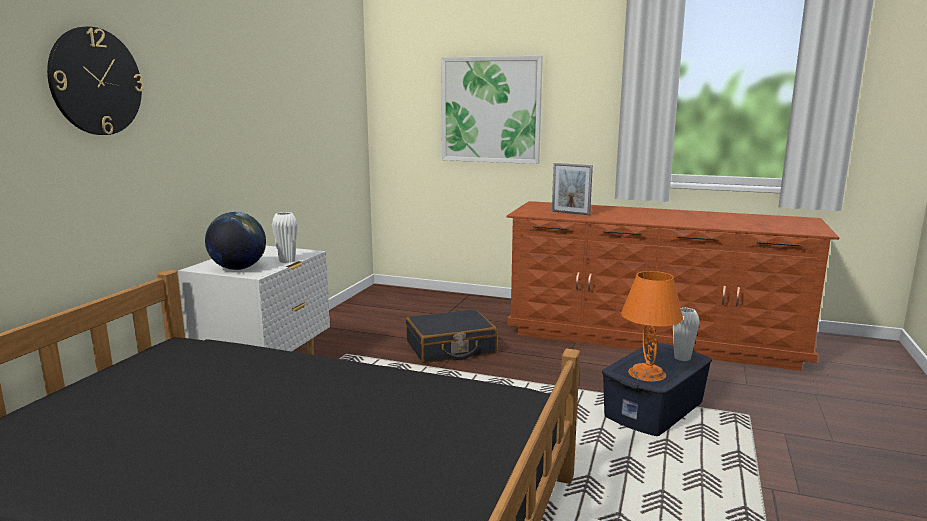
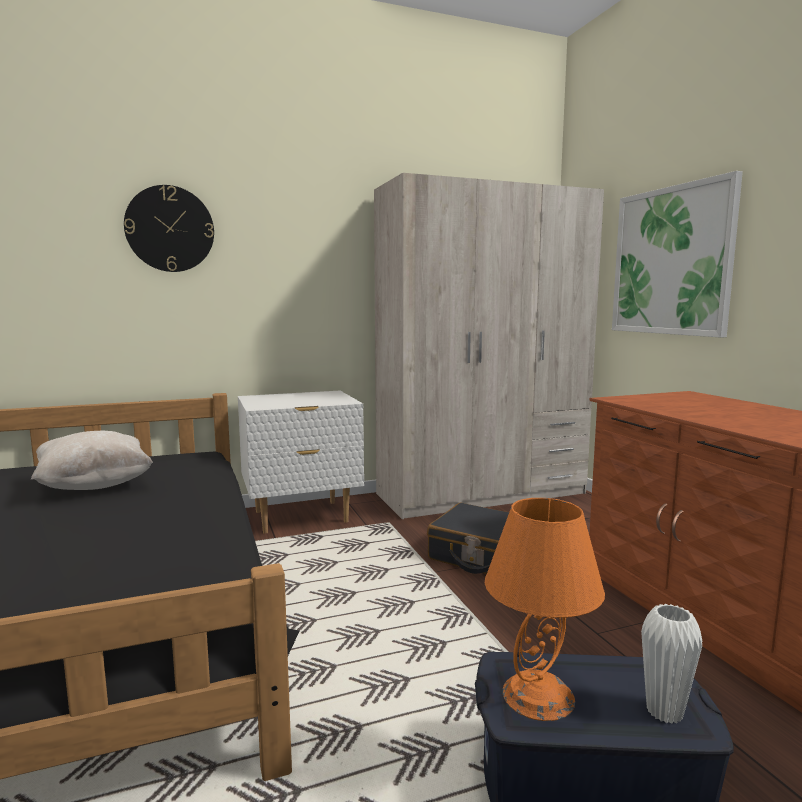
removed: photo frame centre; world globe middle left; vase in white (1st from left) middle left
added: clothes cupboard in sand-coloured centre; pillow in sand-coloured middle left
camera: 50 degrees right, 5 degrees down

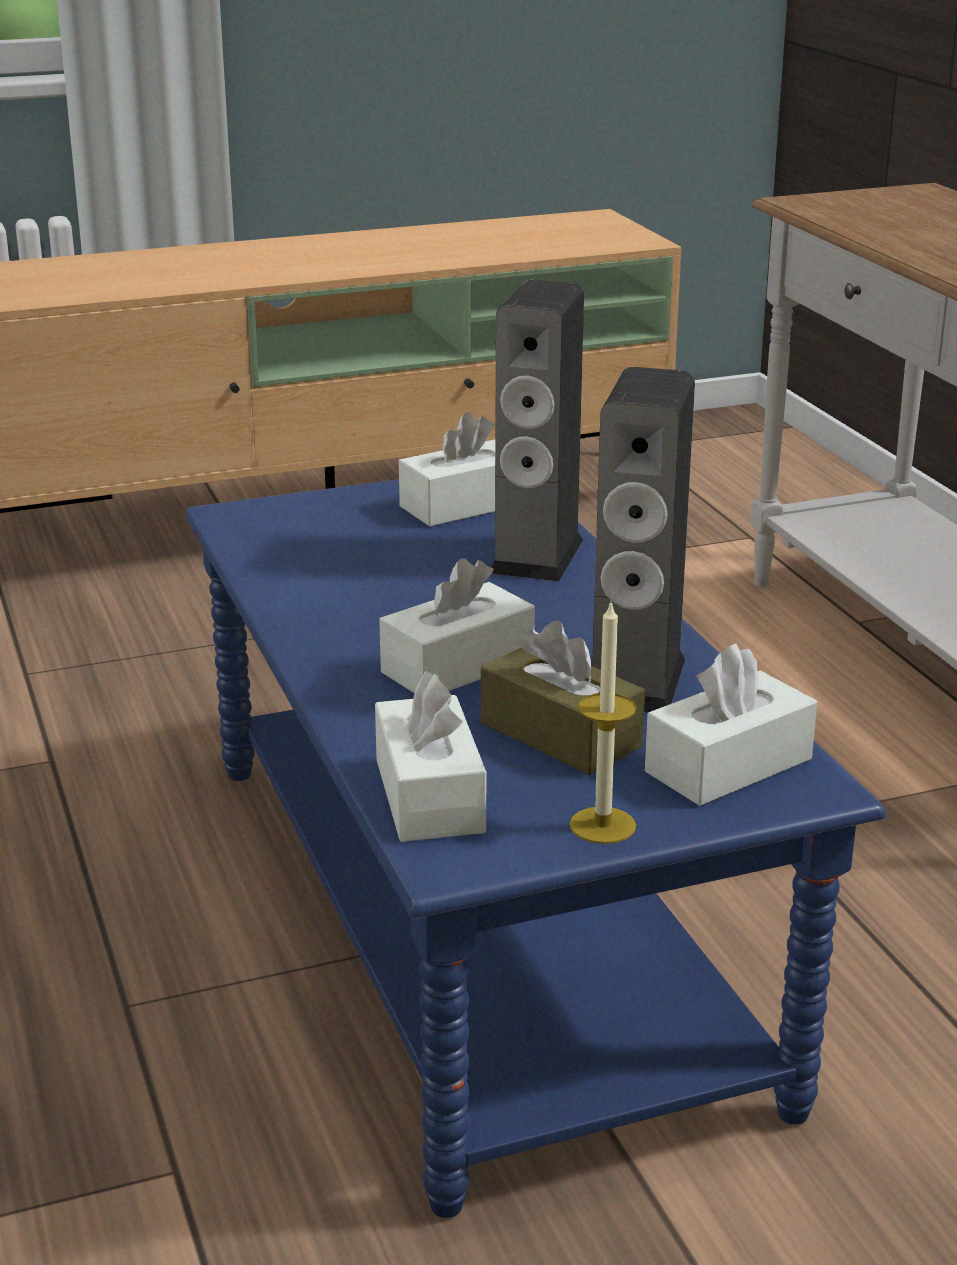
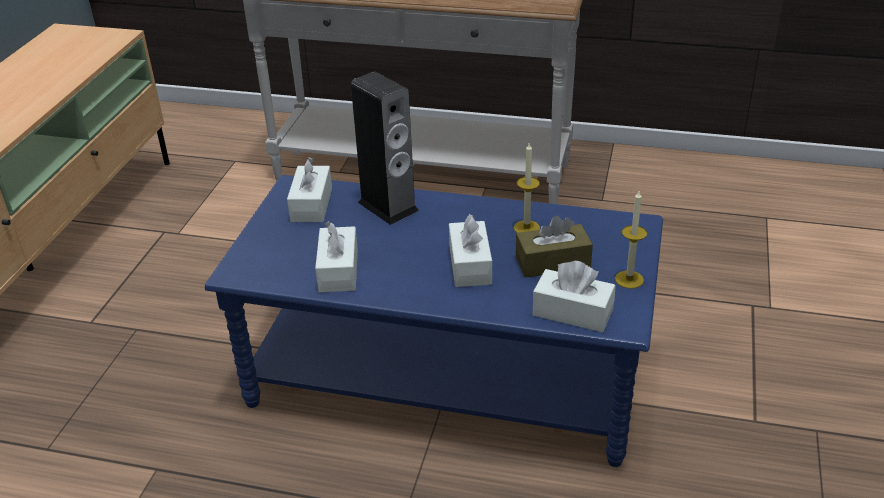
moved: box of tissues in white (4th from left in the first image) middle right to box of tissues in white (2nd from left) centre
replaced: audio speaker (2nd from left) middle right to wax candle (1st from left) centre
camera: 55 degrees left, 10 degrees up

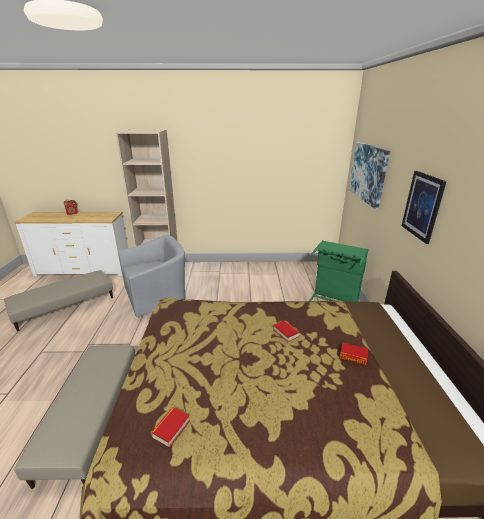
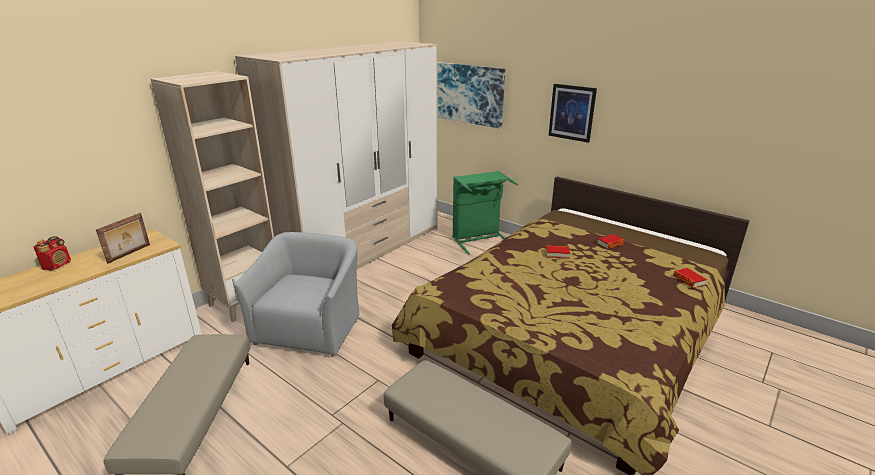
added: clothes cupboard top centre; photo frame middle left
moved: volume (1st from left in the first image) bottom centre to volume (3rd from left) middle right
camera: 50 degrees left, 0 degrees up

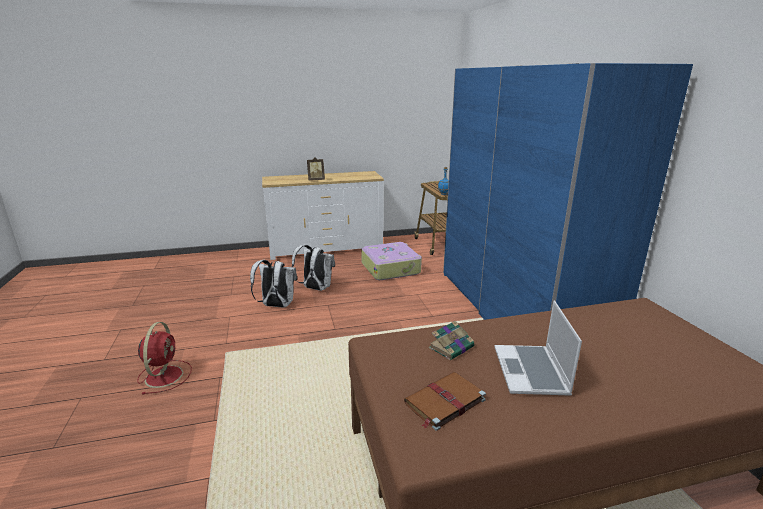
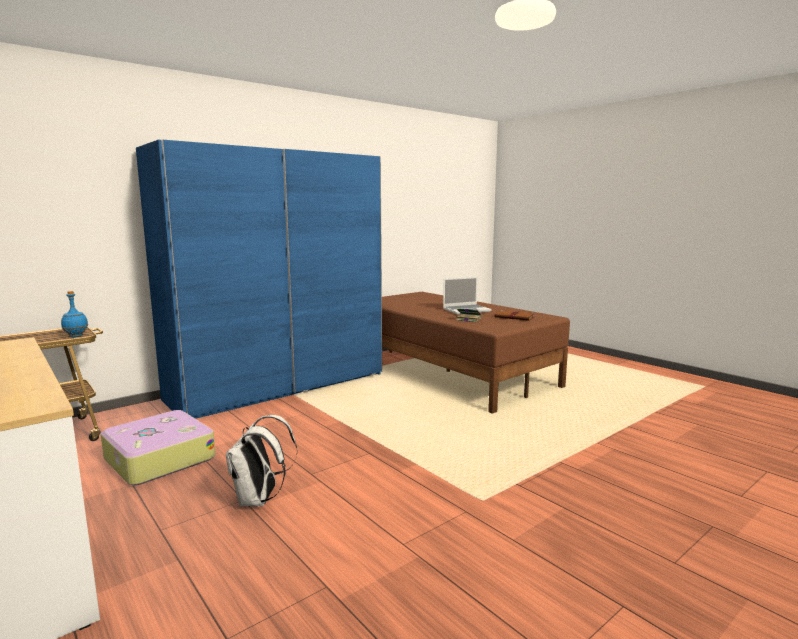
removed: photo frame top centre; knapsack in white (1st from left) centre; cooling fan in red bottom left
camera: 115 degrees left, 10 degrees down

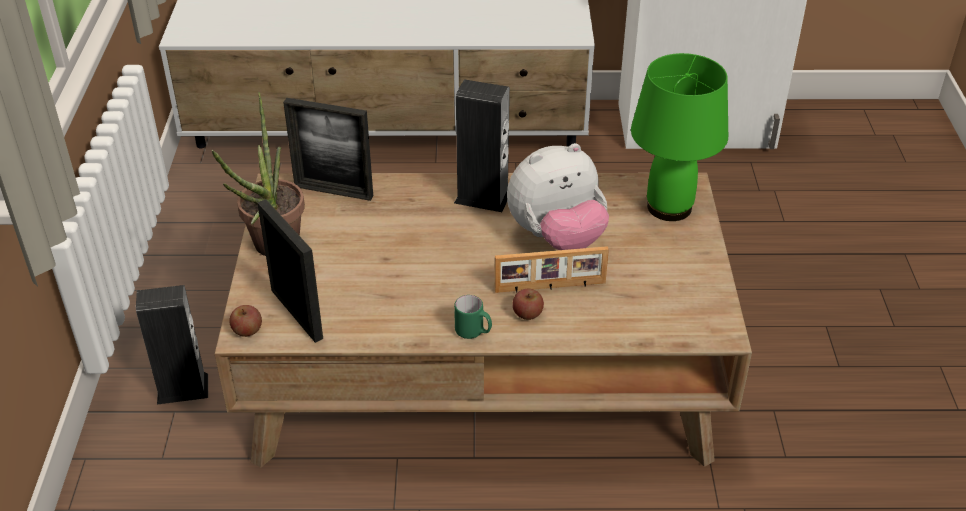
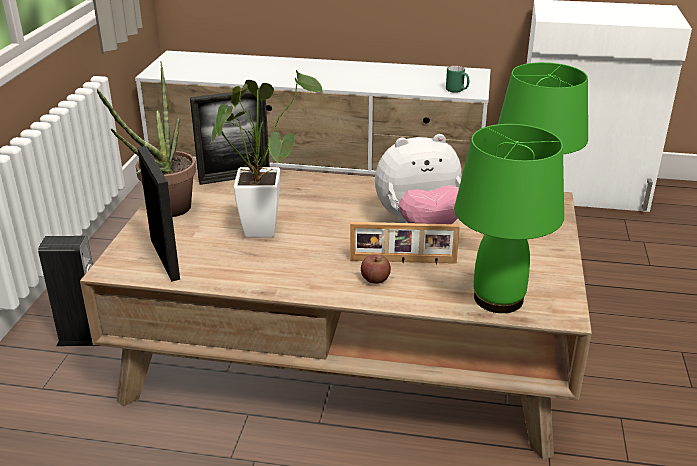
removed: audio speaker (2nd from left) top centre; whole apple (1st from left) middle left
added: potted plant (2nd from left) top centre; table lamp in green-coloured (1st from left) middle right
moved: coffee mug in green-coloured centre to top centre
turned: photo frame (2nd from left) top centre = top left 45 degrees counterclockwise
camera: 10 degrees right, 10 degrees down

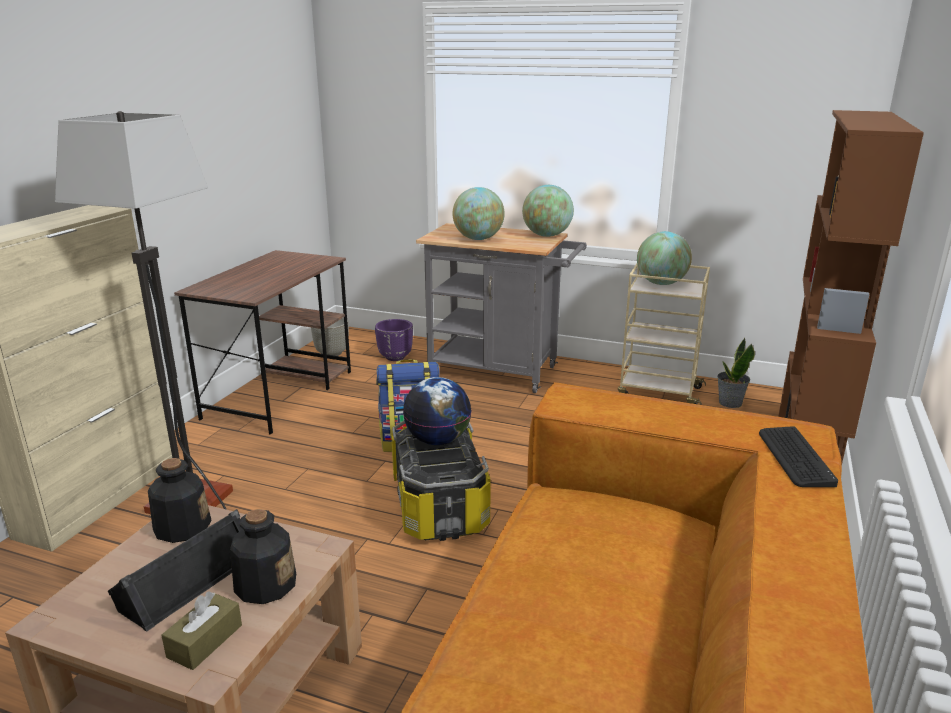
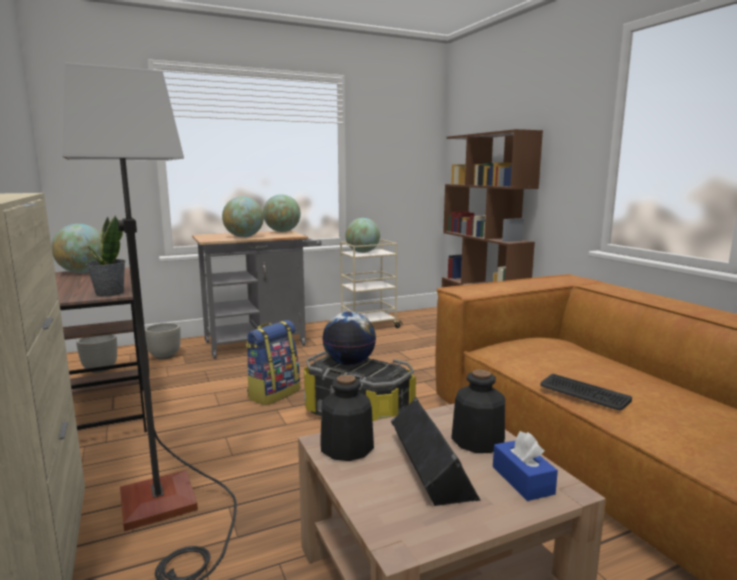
added: world globe (1st from left) middle left
moved: potted plant middle right to middle left; keyboard middle right to bottom right
recoloured: flower pot in purple-coloured centre to flower pot in greyish (2nd from left) middle left; box of tissues in brown-coloured bottom left to box of tissues in bluish bottom right
camera: 45 degrees left, 10 degrees down

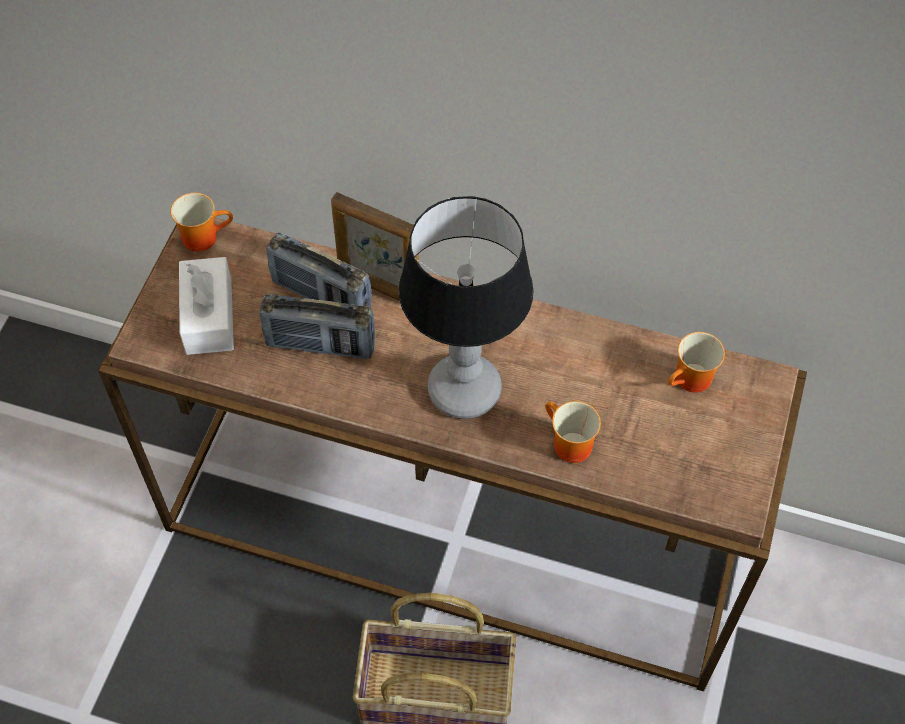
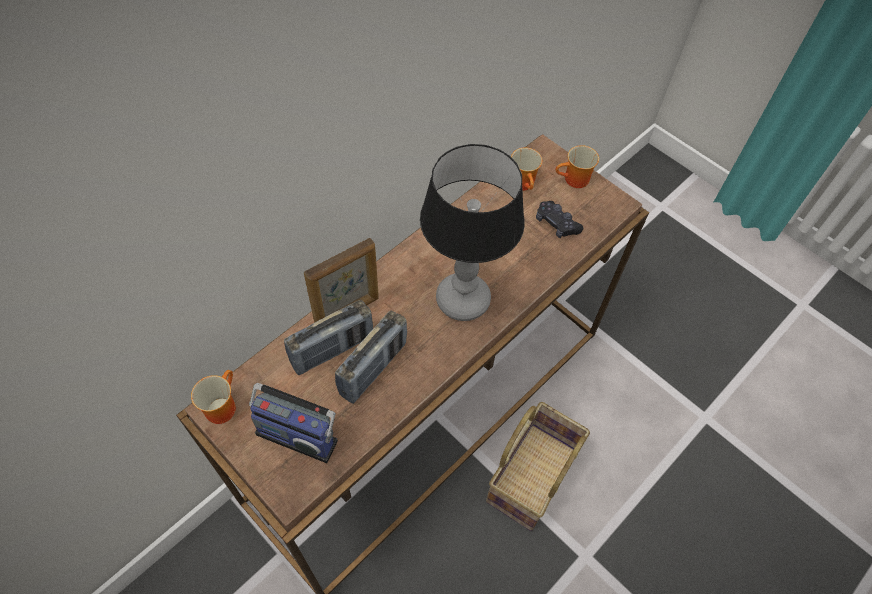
added: game controller in black-coloured centre
moved: coffee mug (2nd from left in the first image) centre to coffee mug (3rd from left) top centre
replaced: box of tissues in white middle left to radio set (1st from left) bottom centre
camera: 65 degrees left, 0 degrees up

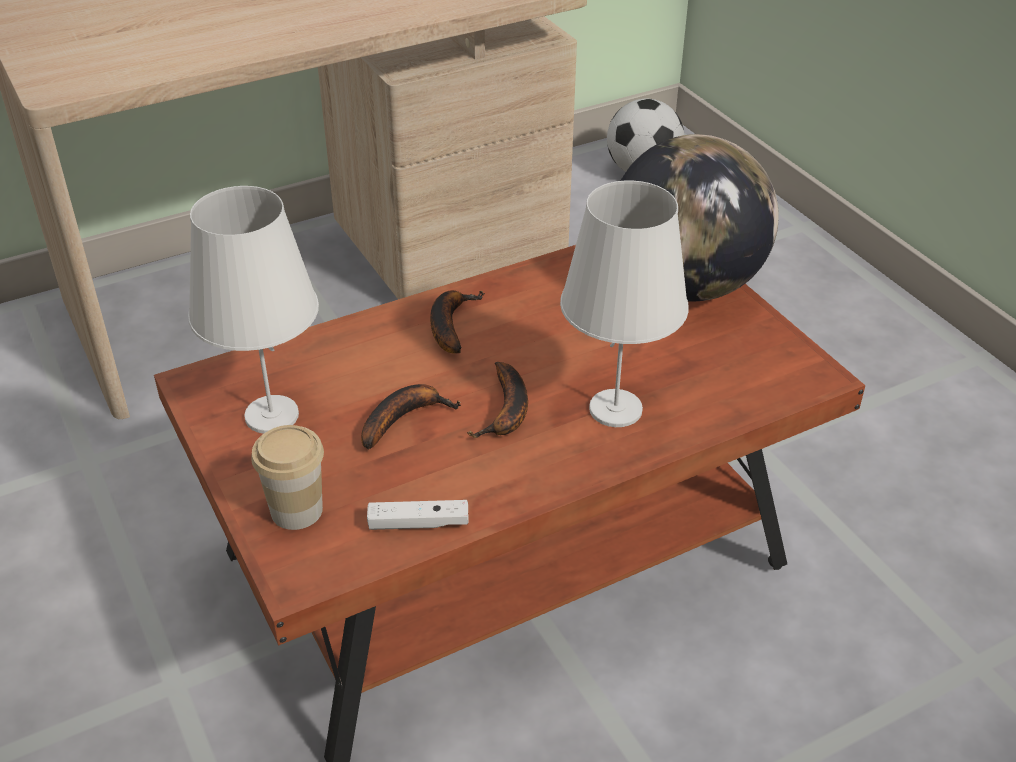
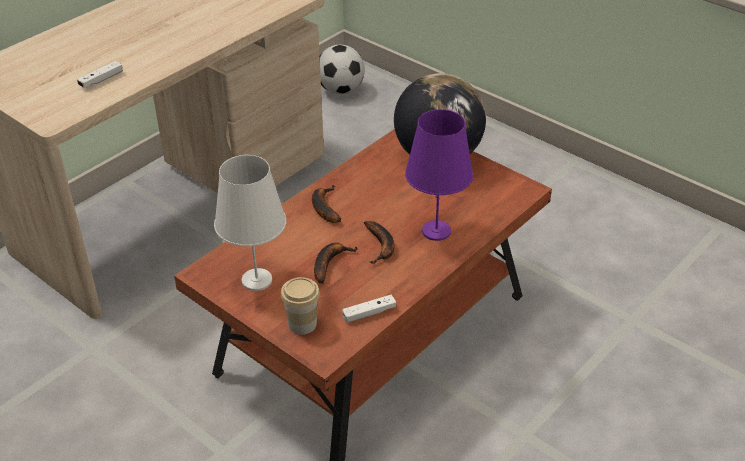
added: game controller in white (1st from left) top left
recoloured: table lamp in white (2nd from left) centre to table lamp in purple-coloured centre
camera: 20 degrees left, 0 degrees up

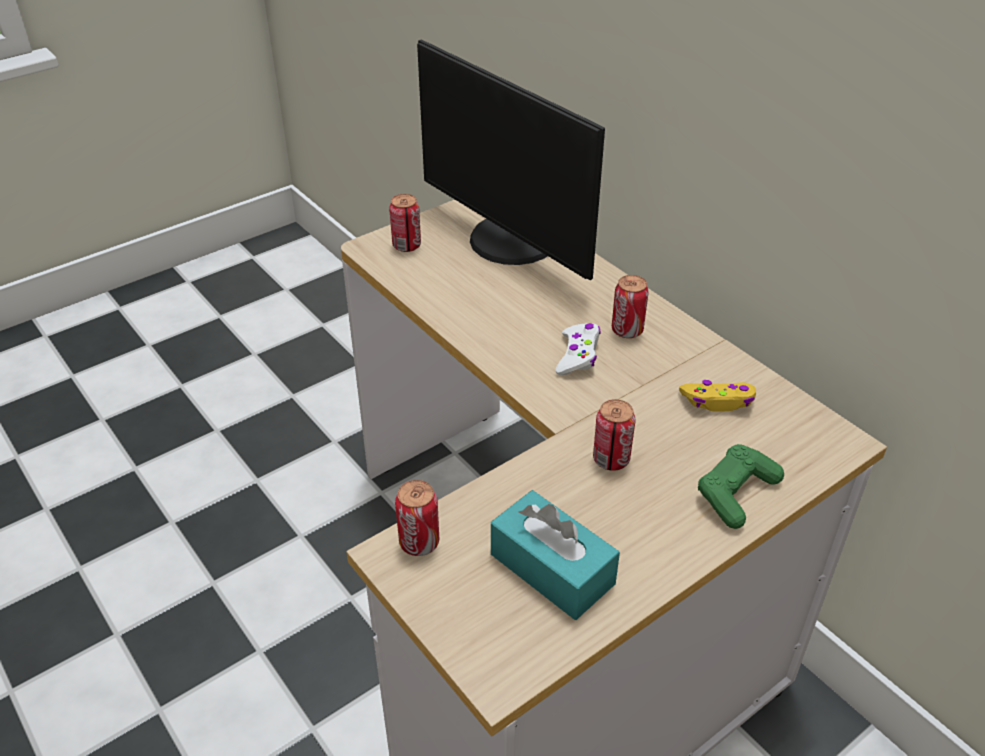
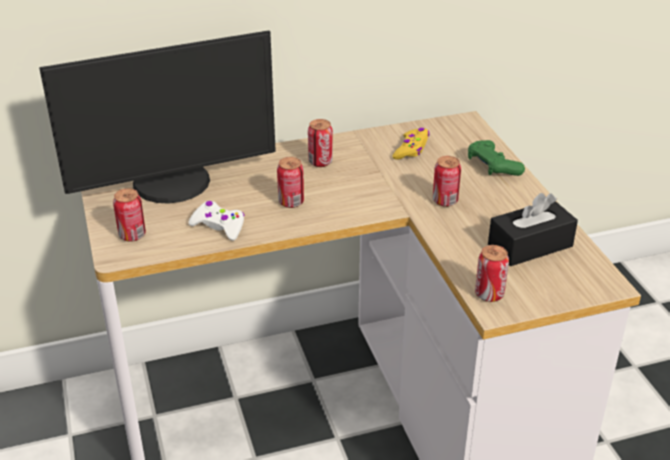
added: sealed can (2nd from left) centre
moved: game controller in white centre to middle left
recoloured: box of tissues in blue-green bottom centre to box of tissues in black-coloured middle right
camera: 70 degrees left, 5 degrees down

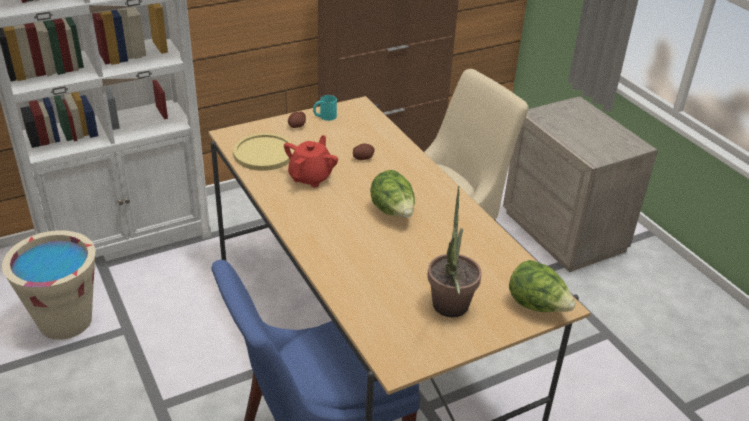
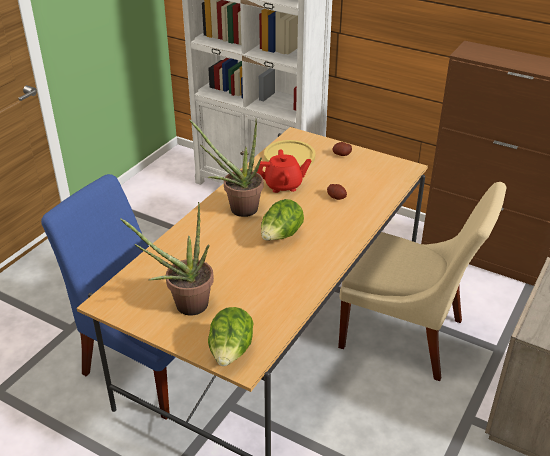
removed: coffee mug in blue-green top centre; bucket in sand-coloured bottom left
added: potted plant (2nd from left) centre
camera: 60 degrees right, 0 degrees up

